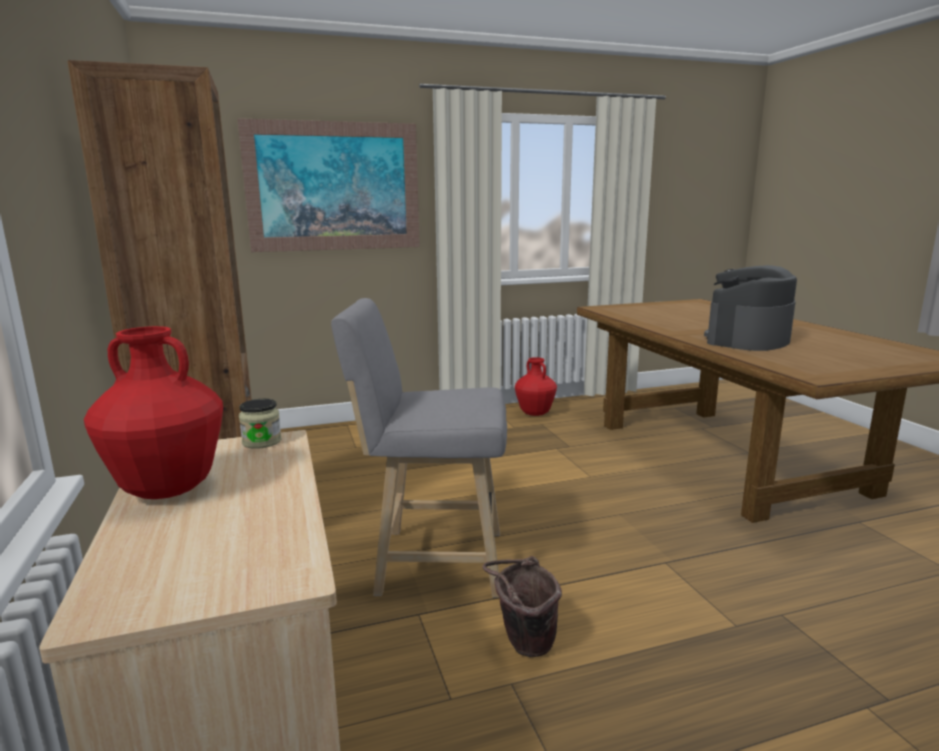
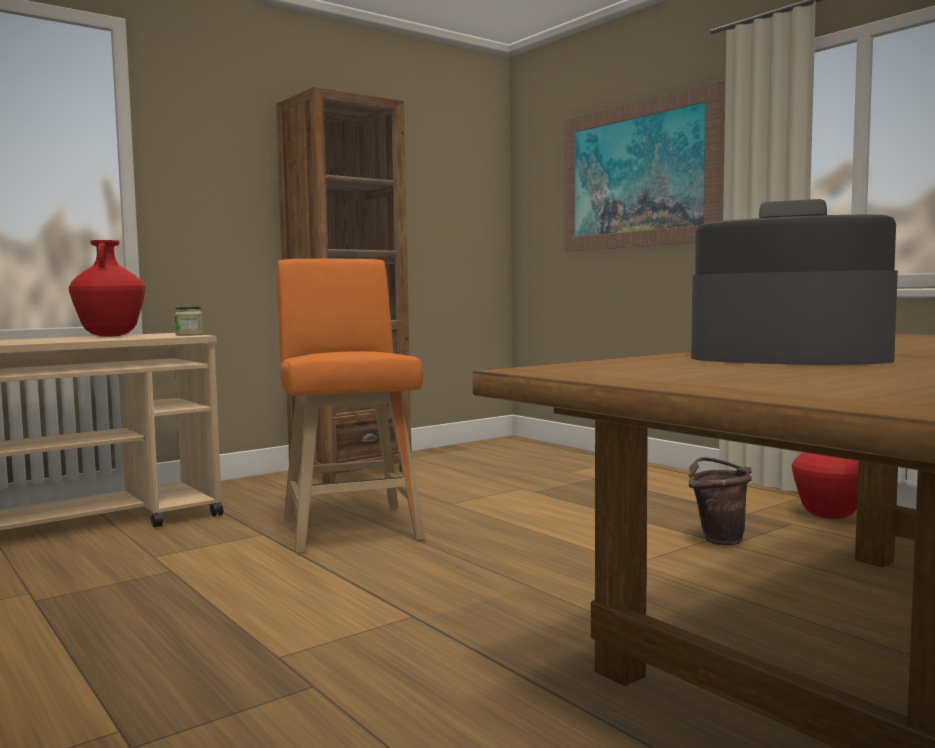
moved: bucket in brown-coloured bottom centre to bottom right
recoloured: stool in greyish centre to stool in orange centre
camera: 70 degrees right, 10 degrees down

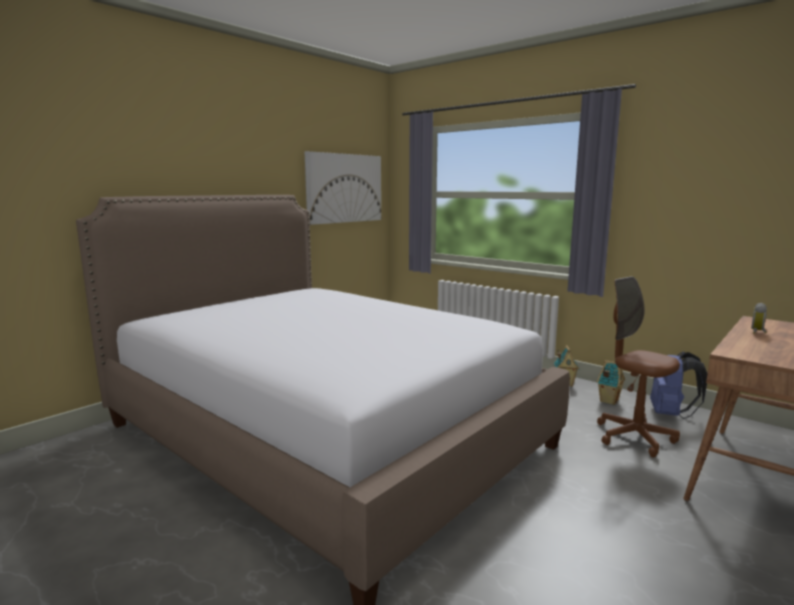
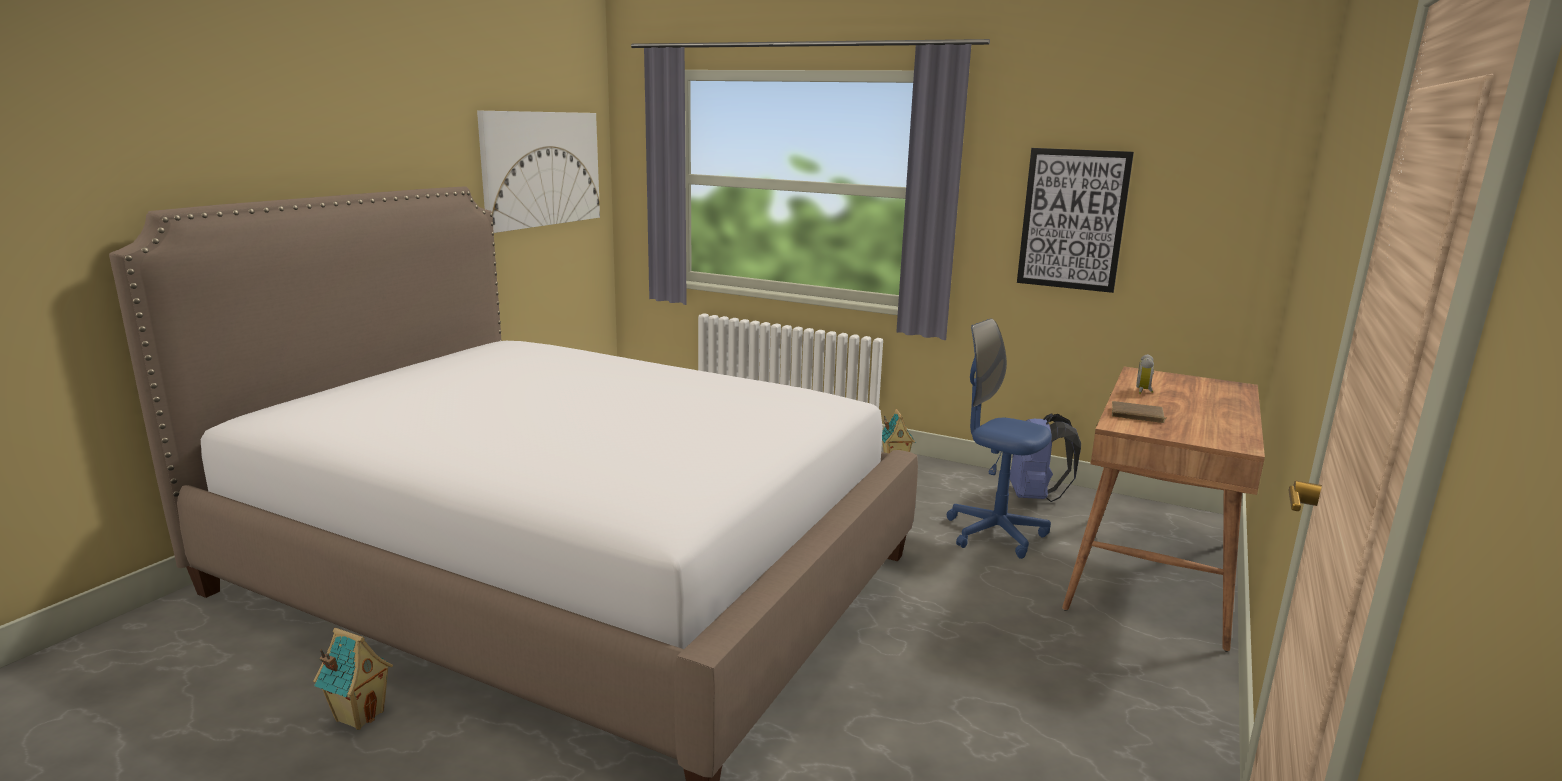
added: picture (2nd from left) top right; volume in brown-coloured middle right
moved: model house (2nd from left in the first image) middle right to model house (1st from left) bottom left
recoloured: office chair in brown-coloured middle right to office chair in bluish centre
camera: 15 degrees left, 5 degrees up

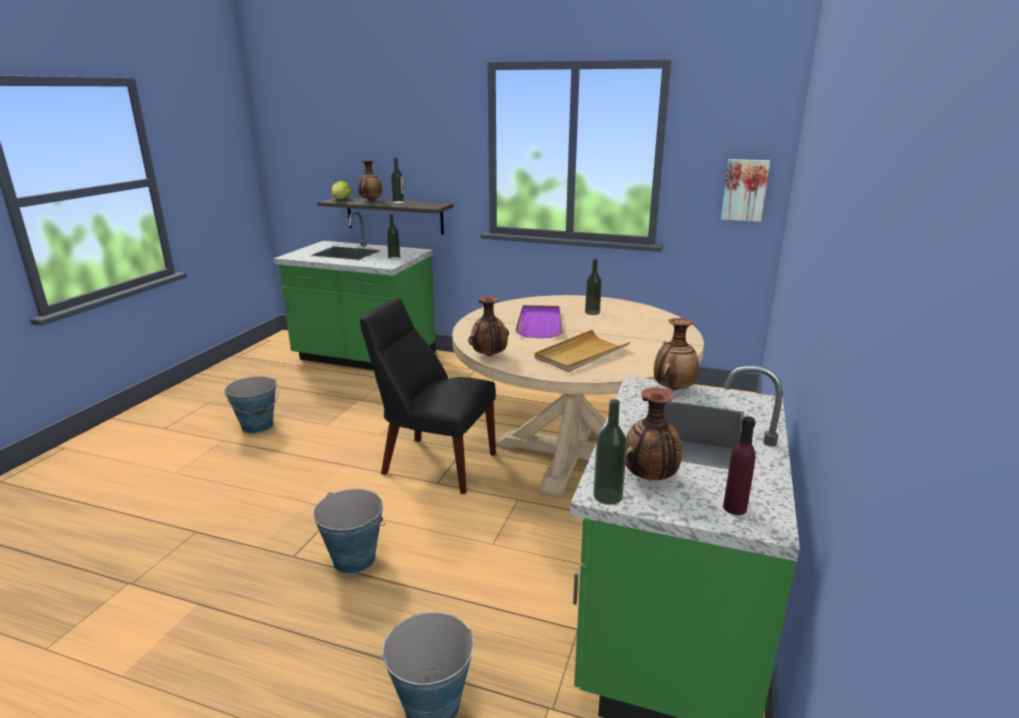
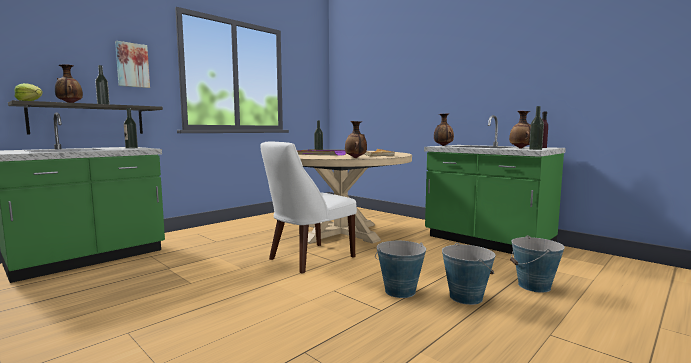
moved: picture top right to top left; bucket (1st from left in the first image) middle left to bucket (2nd from left) bottom right
recoloured: upright chair in black-coloured centre to upright chair in white centre
camera: 65 degrees left, 15 degrees down

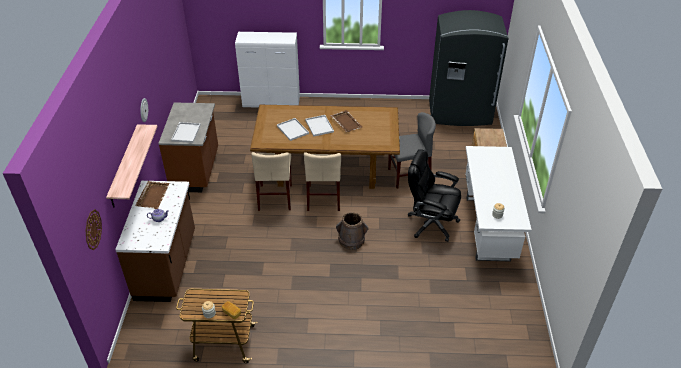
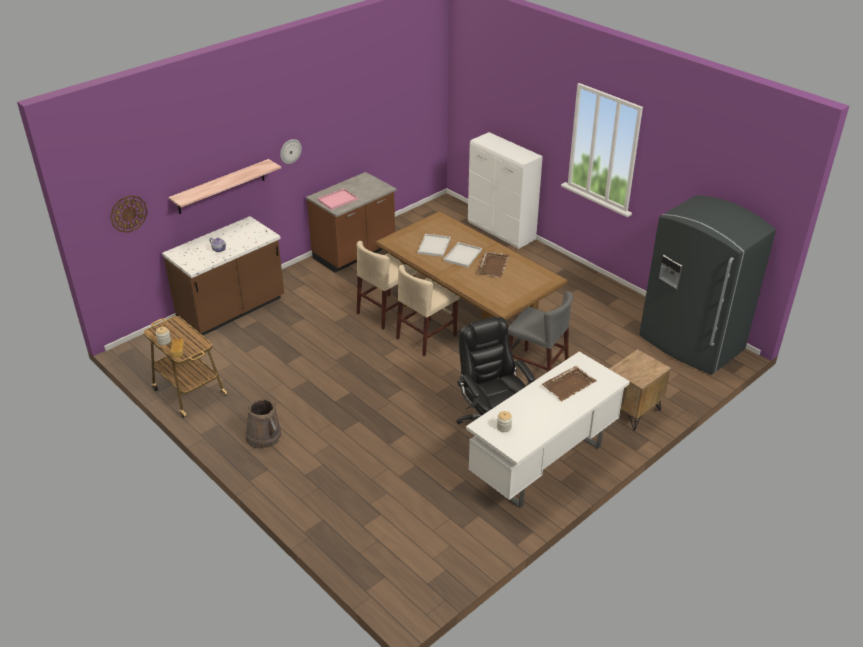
moved: carrying tray in brown-coloured (1st from left in the first image) middle left to carrying tray in brown-coloured (2nd from left) centre; bucket in brown-coloured centre to middle left
recoloured: carrying tray in white (1st from left) middle left to carrying tray in pink top centre
camera: 45 degrees right, 5 degrees down

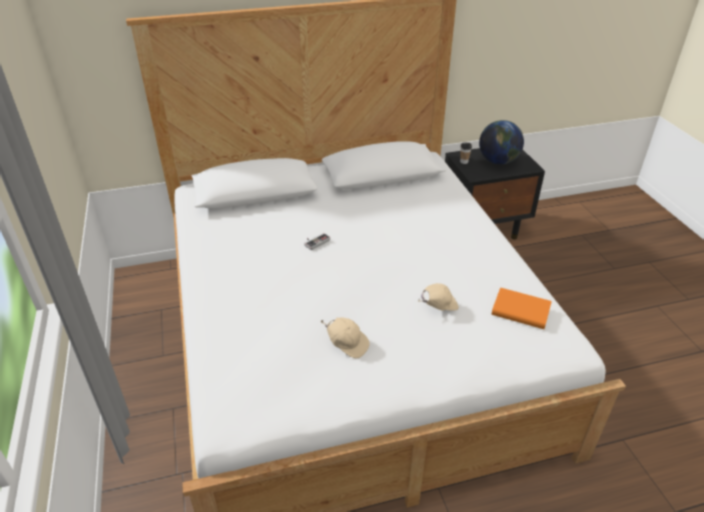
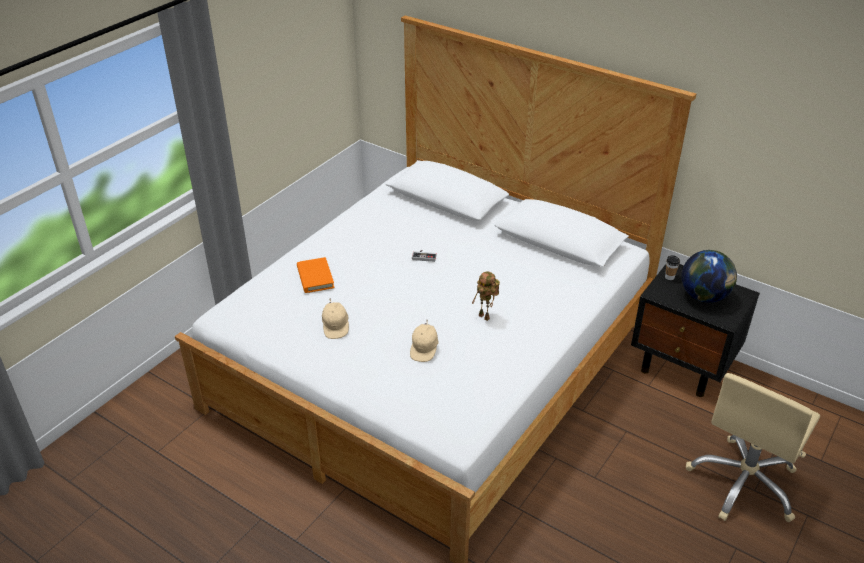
added: toy robot centre; office chair in sand-coloured bottom right
moved: volume in orange middle right to centre
turned: baseball cap in sand-coloured (2nd from left) centre = centre 75 degrees clockwise
camera: 50 degrees right, 0 degrees up

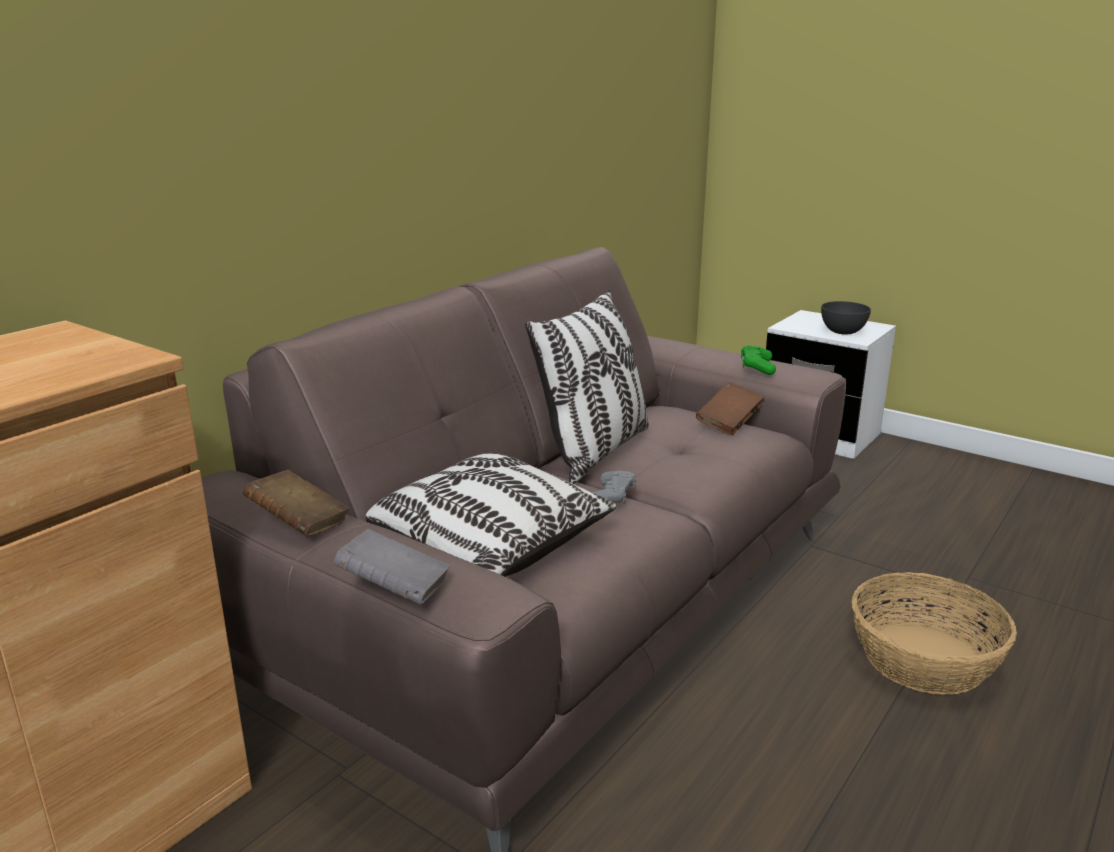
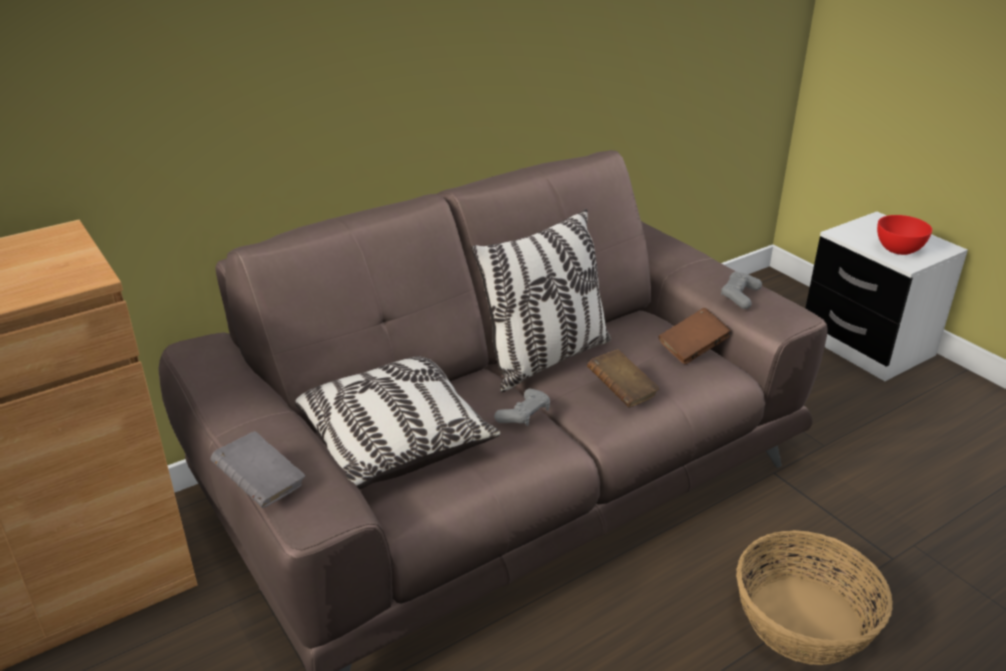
moved: volume in brown-coloured (1st from left) middle left to centre
recoloured: deep dish in greyish middle right to deep dish in red middle right; game controller in green-coloured middle right to game controller in greyish (2nd from left) middle right
camera: 20 degrees right, 10 degrees up

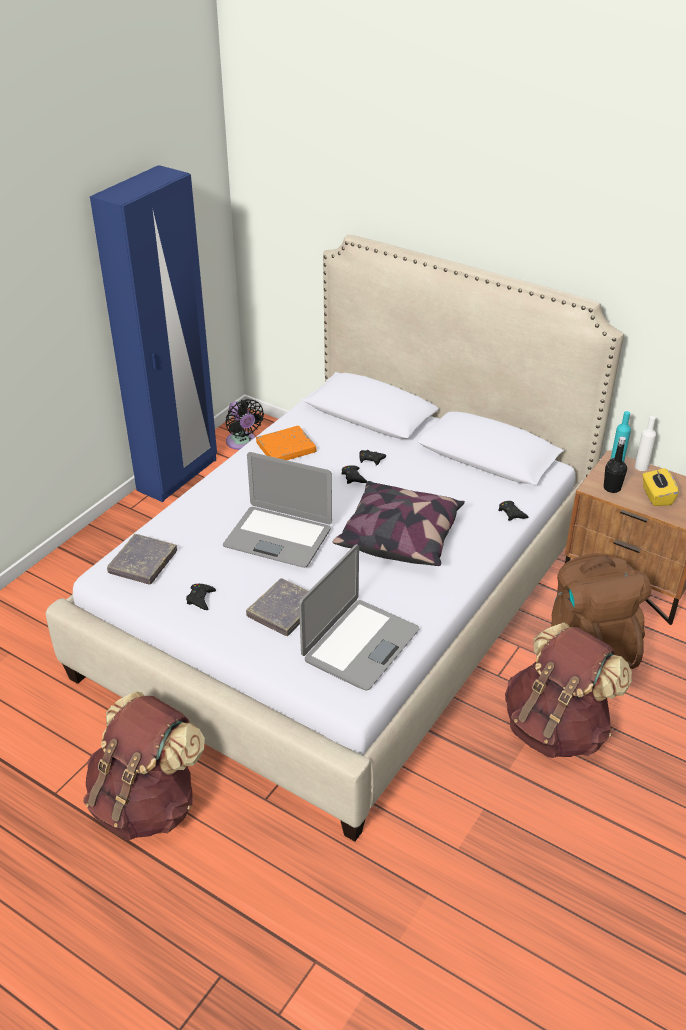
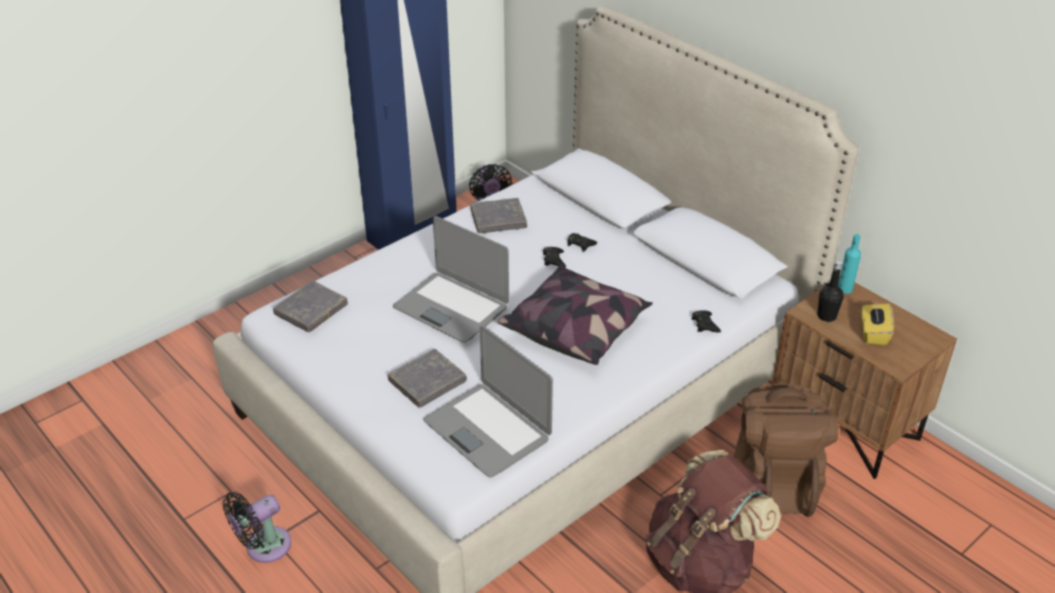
removed: bottle in white middle right; game controller in black-coloured (1st from left) middle left
replaced: knapsack in brown-coloured (1st from left) bottom left to cooling fan in black-coloured (1st from left) bottom left
recoloured: volume in orange centre to volume in greyish (3rd from left) centre
turned: notebook computer (2nd from left) centre = bottom centre 90 degrees clockwise
camera: 15 degrees right, 0 degrees up

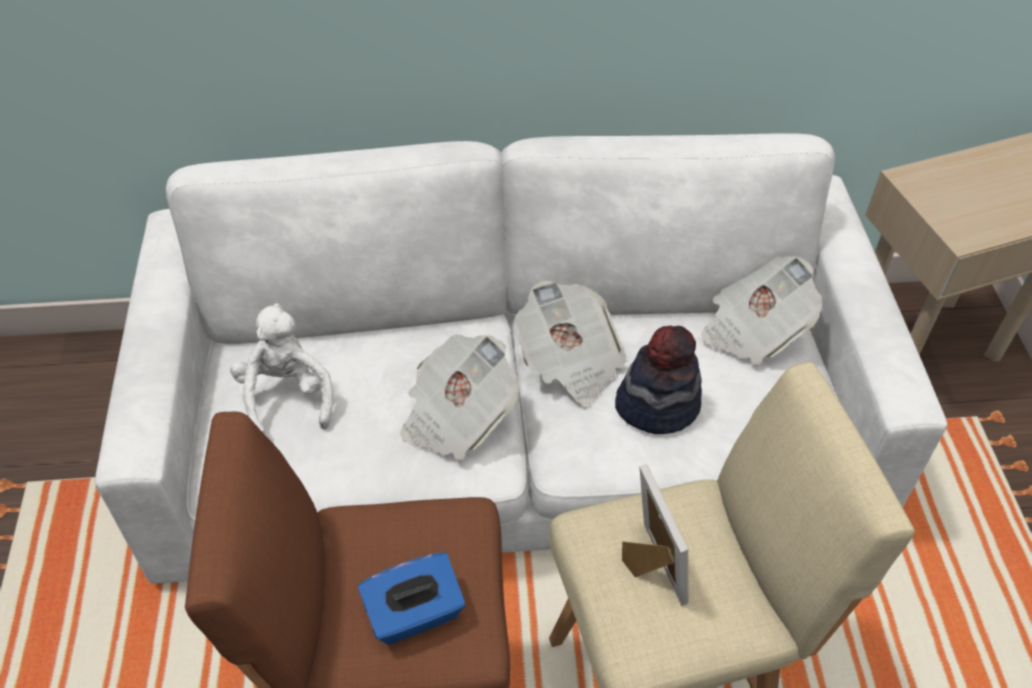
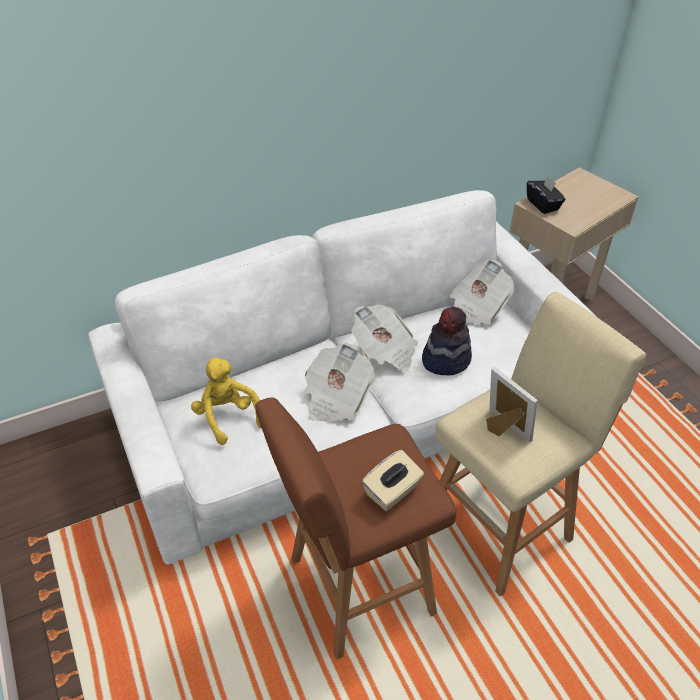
added: box of tissues in black-coloured top right
recoloured: plush toy in white middle left to plush toy in yellow middle left; box of tissues in bluish bottom centre to box of tissues in sand-coloured bottom centre
camera: 20 degrees left, 5 degrees down

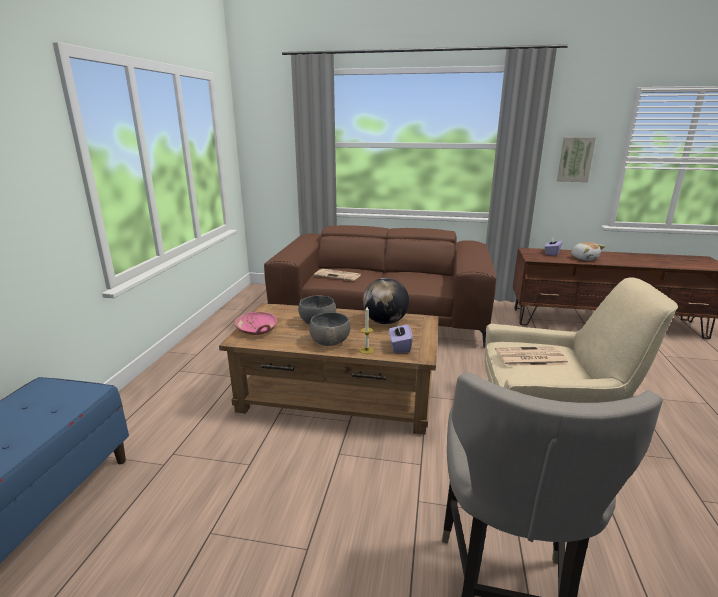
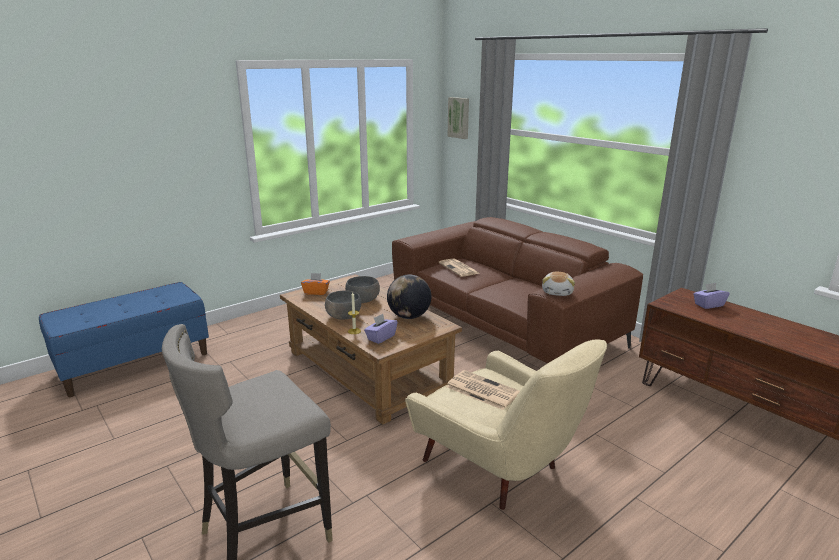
moved: picture top right to top centre; plush toy middle right to centre
replaced: deep dish in pink centre to box of tissues in orange centre
camera: 40 degrees right, 0 degrees up

